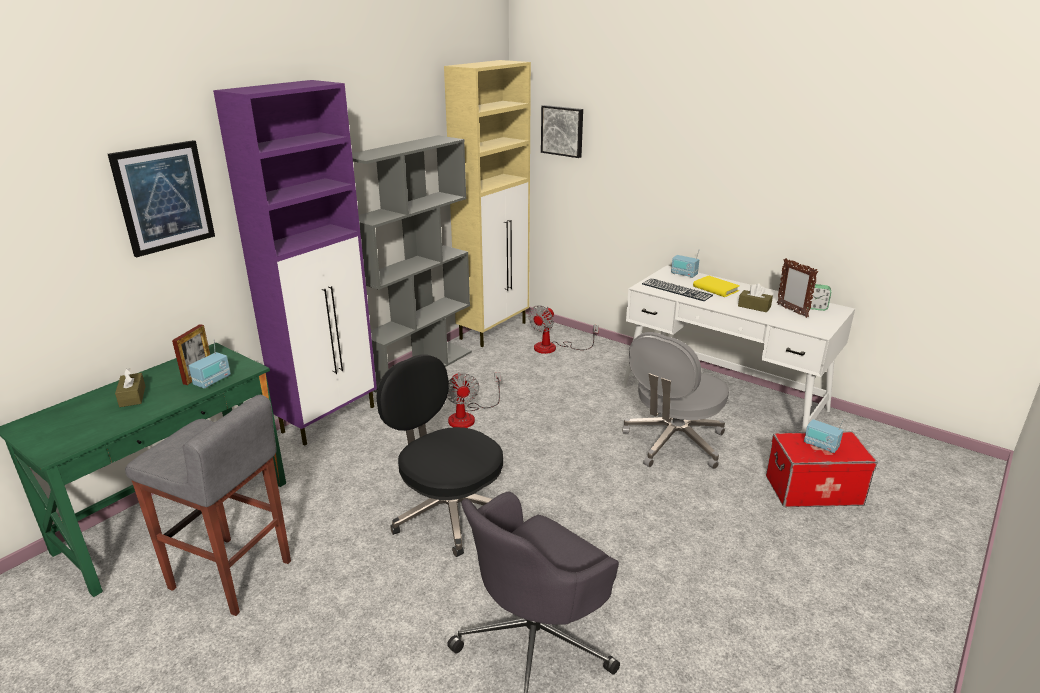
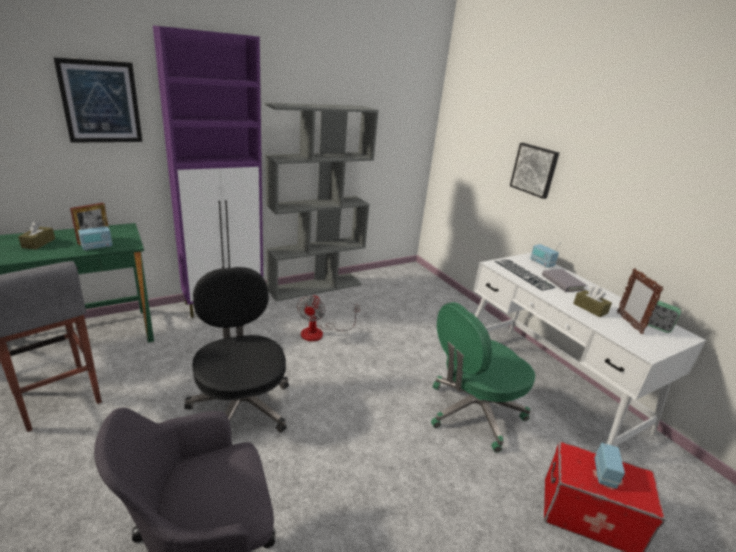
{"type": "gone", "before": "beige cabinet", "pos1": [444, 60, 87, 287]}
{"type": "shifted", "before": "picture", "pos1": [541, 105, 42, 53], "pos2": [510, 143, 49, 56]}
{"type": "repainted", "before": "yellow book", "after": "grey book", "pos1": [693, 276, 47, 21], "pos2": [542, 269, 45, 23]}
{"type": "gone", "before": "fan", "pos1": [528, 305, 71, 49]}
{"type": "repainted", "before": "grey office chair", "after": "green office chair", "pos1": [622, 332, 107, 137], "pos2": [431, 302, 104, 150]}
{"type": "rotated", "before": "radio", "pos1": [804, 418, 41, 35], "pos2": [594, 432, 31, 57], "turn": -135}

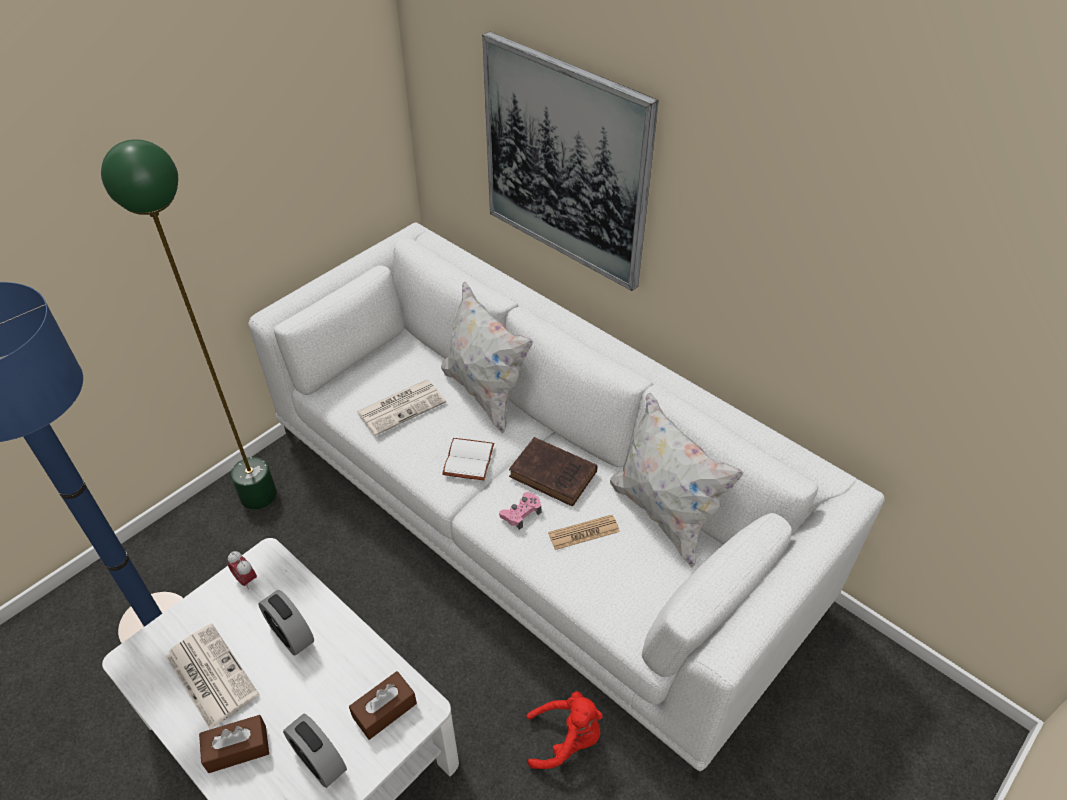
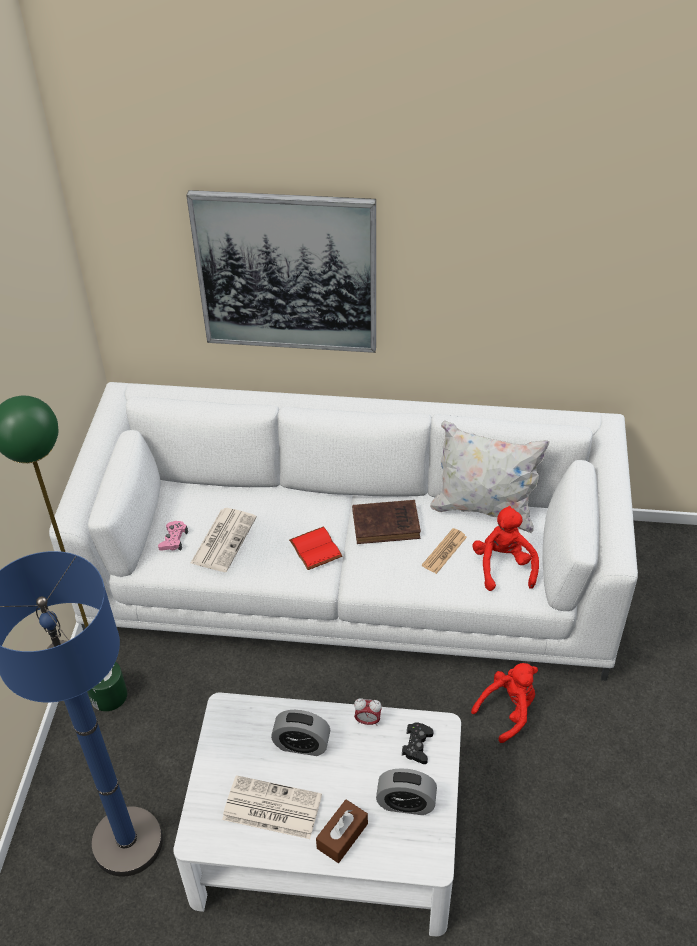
{"type": "gone", "before": "white pillow", "pos1": [441, 282, 92, 152]}
{"type": "repainted", "before": "white book", "after": "red book", "pos1": [442, 438, 52, 42], "pos2": [289, 526, 53, 44]}
{"type": "shifted", "before": "pink game controller", "pos1": [499, 492, 43, 38], "pos2": [158, 521, 30, 30]}
{"type": "shifted", "before": "alarm clock", "pos1": [228, 551, 29, 38], "pos2": [354, 698, 28, 28]}
{"type": "swapped", "before": "brown tissue box", "after": "black game controller", "pos1": [349, 671, 68, 69], "pos2": [402, 722, 32, 42]}
{"type": "new", "after": "red plush toy", "pos2": [473, 506, 66, 85]}

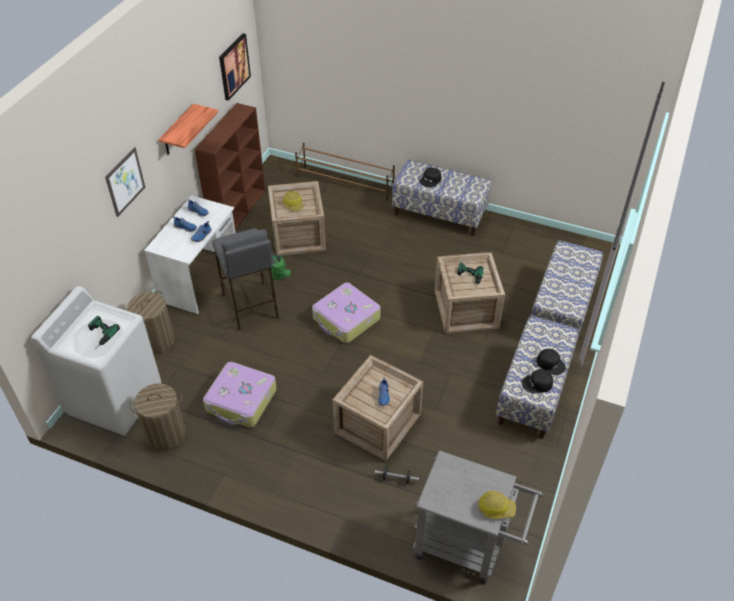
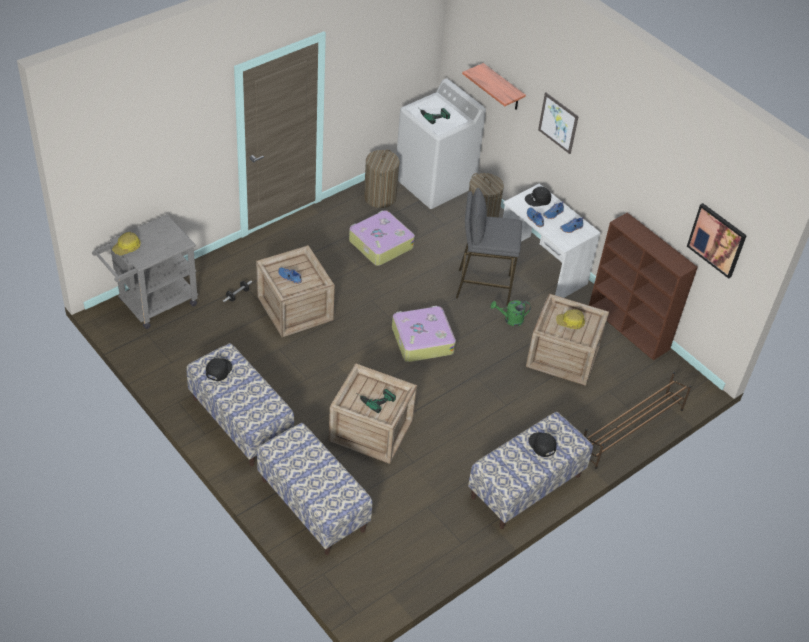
{"type": "shifted", "before": "shelf", "pos1": [158, 104, 61, 51], "pos2": [462, 63, 64, 47]}
{"type": "shifted", "before": "black cap", "pos1": [536, 349, 30, 26], "pos2": [525, 187, 26, 20]}

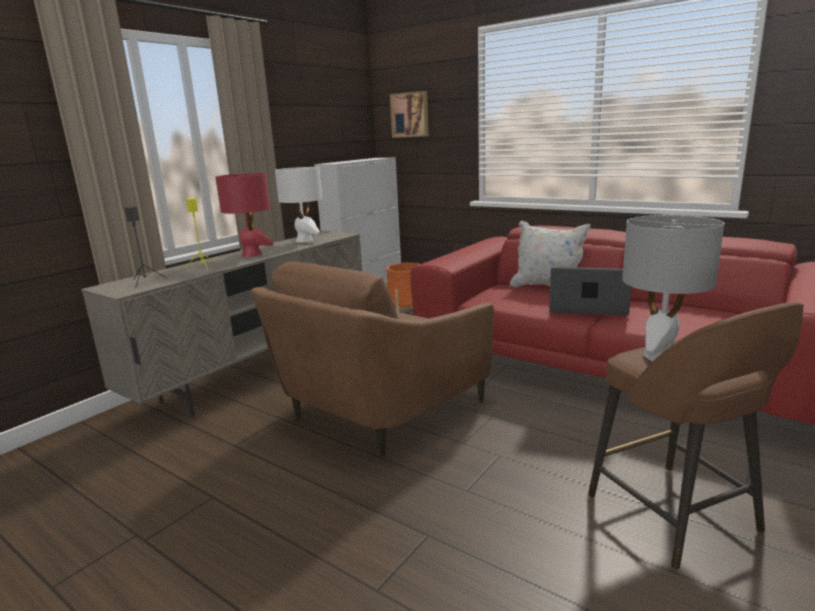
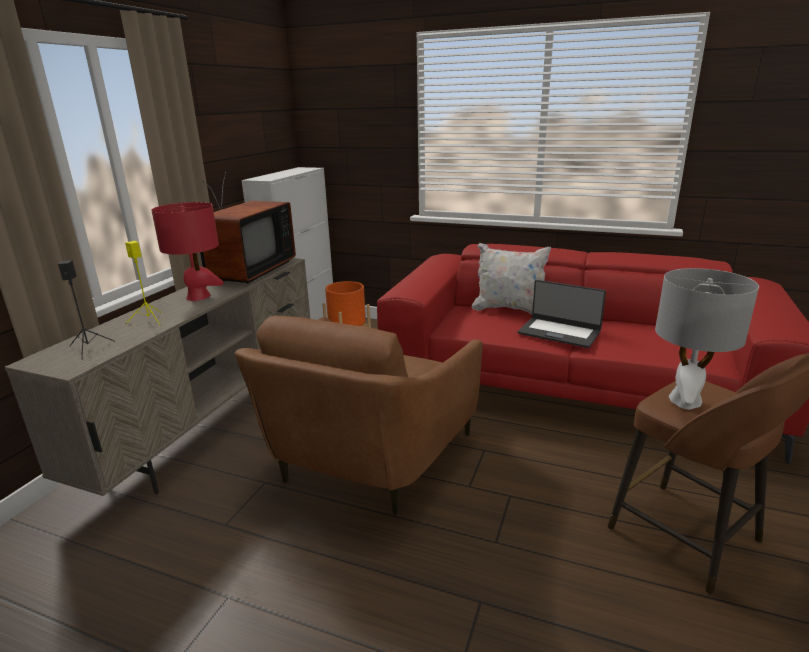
{"type": "gone", "before": "picture", "pos1": [390, 91, 39, 47]}
{"type": "swapped", "before": "white table lamp", "after": "television", "pos1": [275, 167, 47, 75], "pos2": [200, 171, 96, 113]}
{"type": "rotated", "before": "laptop", "pos1": [550, 267, 81, 49], "pos2": [518, 280, 88, 68], "turn": -150}

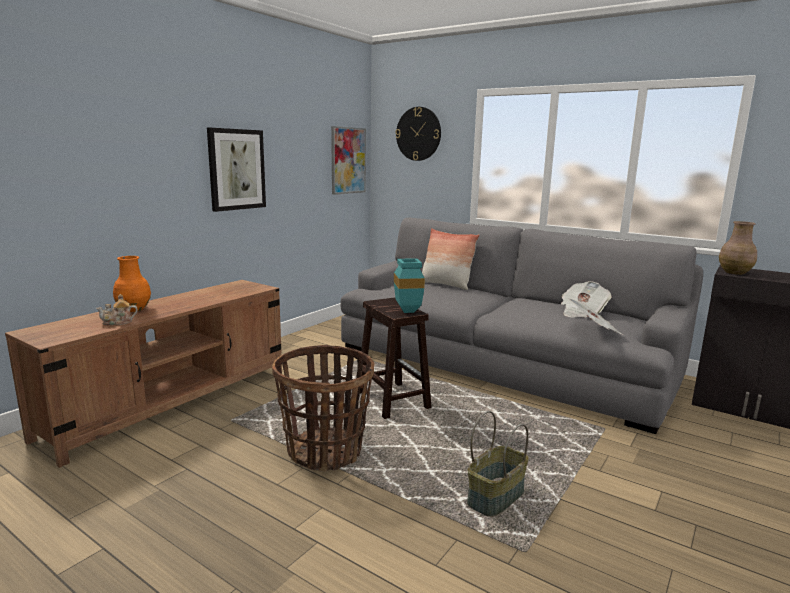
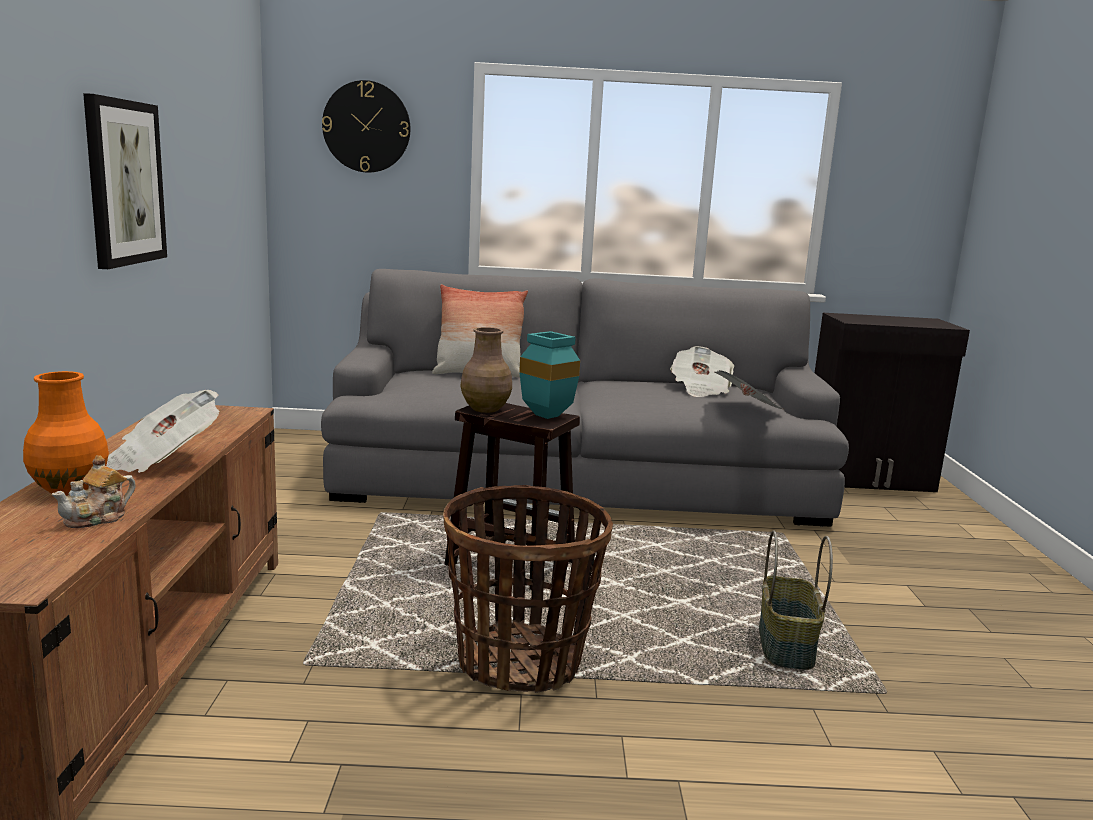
{"type": "gone", "before": "picture", "pos1": [331, 126, 35, 69]}
{"type": "shifted", "before": "brown vase", "pos1": [719, 221, 38, 54], "pos2": [461, 327, 51, 86]}
{"type": "new", "after": "newspaper", "pos2": [106, 390, 113, 83]}

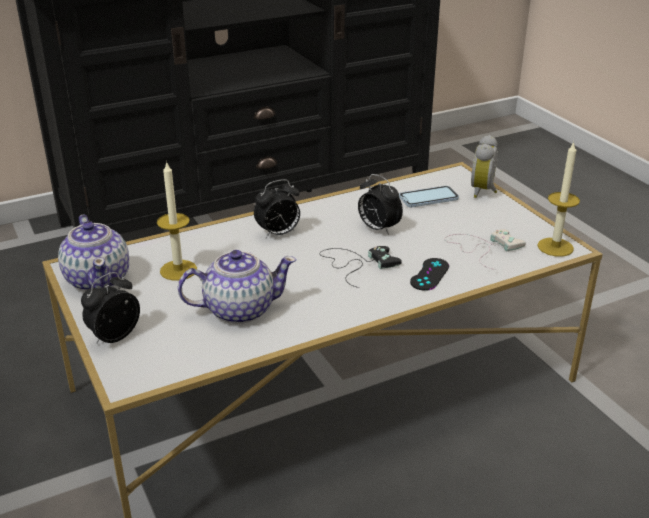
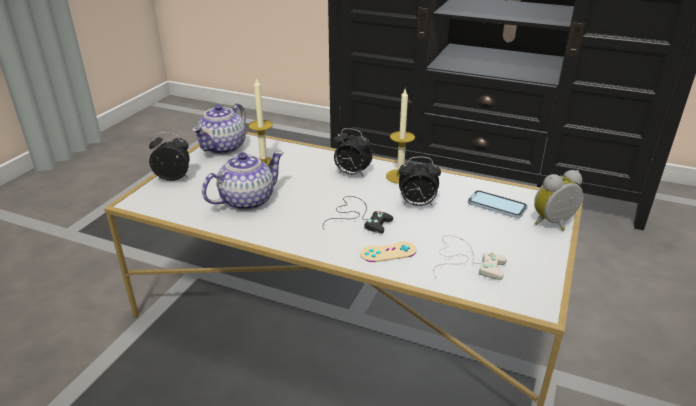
{"type": "shifted", "before": "candle", "pos1": [537, 142, 43, 115], "pos2": [386, 89, 29, 95]}
{"type": "rotated", "before": "alarm clock", "pos1": [358, 174, 45, 61], "pos2": [399, 157, 42, 49], "turn": -90}
{"type": "rotated", "before": "teapot", "pos1": [178, 250, 119, 74], "pos2": [202, 151, 82, 60], "turn": -75}
{"type": "repainted", "before": "black game controller", "after": "beige game controller", "pos1": [410, 258, 39, 33], "pos2": [360, 241, 56, 21]}

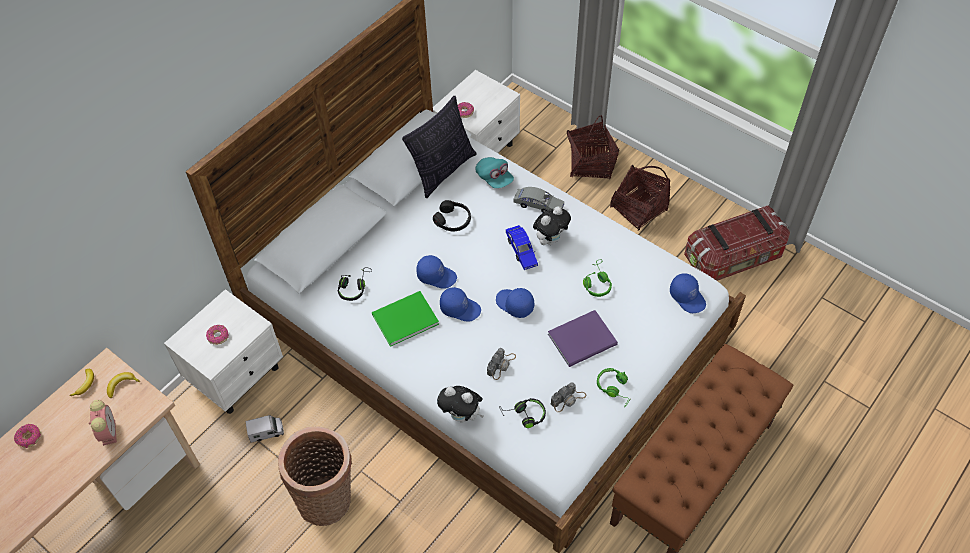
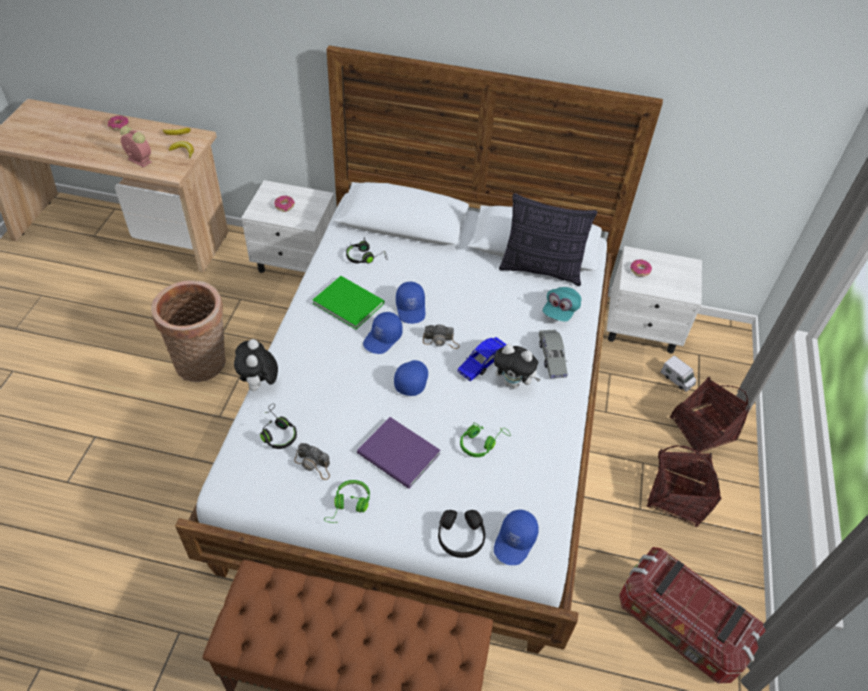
{"type": "shifted", "before": "black headphones", "pos1": [433, 200, 38, 32], "pos2": [438, 510, 48, 48]}
{"type": "rotated", "before": "blue cap", "pos1": [440, 287, 41, 34], "pos2": [363, 312, 39, 42], "turn": 45}
{"type": "shifted", "before": "photo camera", "pos1": [487, 348, 29, 32], "pos2": [423, 325, 36, 24]}
{"type": "rotated", "before": "alarm clock", "pos1": [89, 400, 28, 46], "pos2": [120, 126, 32, 42], "turn": -105}
{"type": "shifted", "before": "toy truck", "pos1": [245, 415, 39, 28], "pos2": [660, 355, 37, 37]}

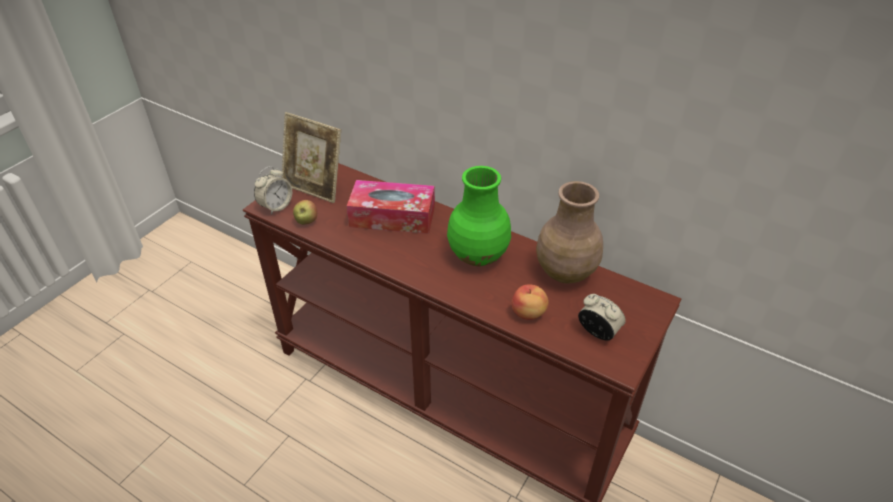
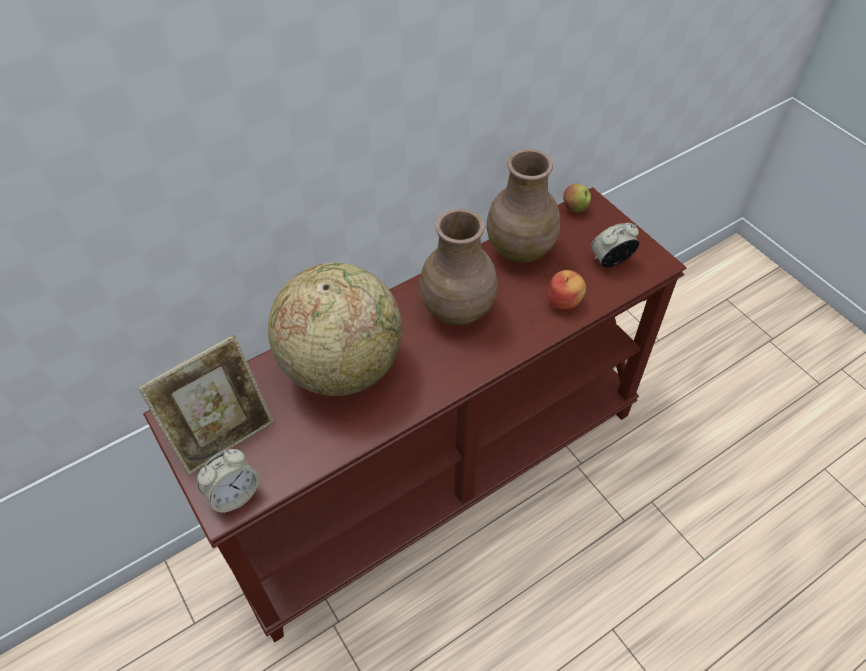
{"type": "rotated", "before": "alarm clock", "pos1": [254, 166, 38, 49], "pos2": [197, 449, 62, 64], "turn": 75}
{"type": "repainted", "before": "green vase", "after": "brown vase", "pos1": [447, 166, 64, 100], "pos2": [419, 209, 79, 117]}
{"type": "swapped", "before": "tissue box", "after": "globe", "pos1": [347, 180, 88, 54], "pos2": [268, 263, 134, 133]}
{"type": "shifted", "before": "apple", "pos1": [293, 200, 24, 25], "pos2": [563, 184, 28, 29]}

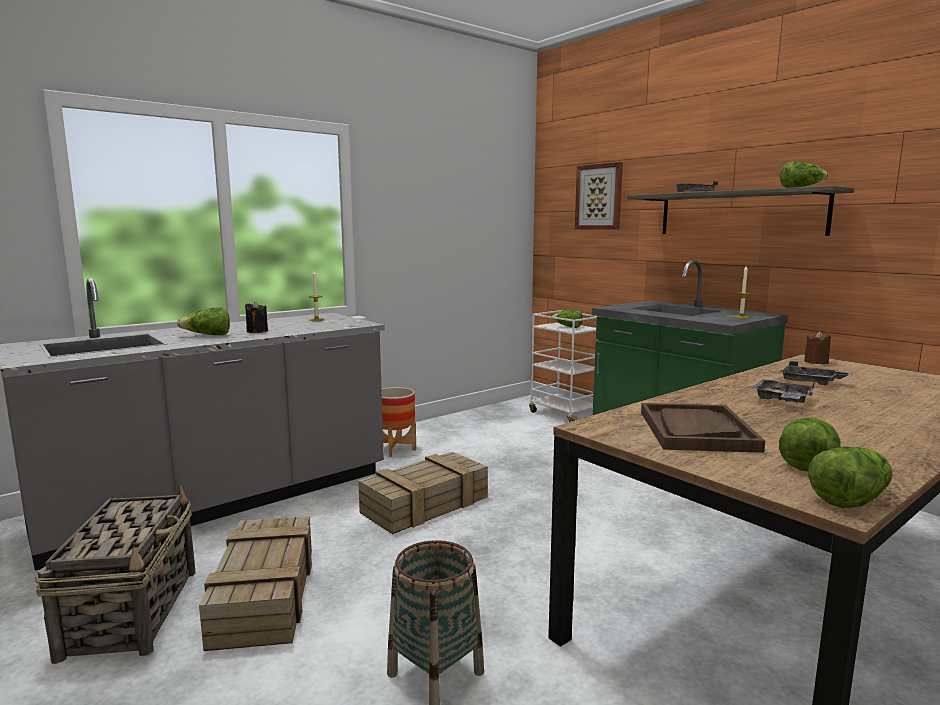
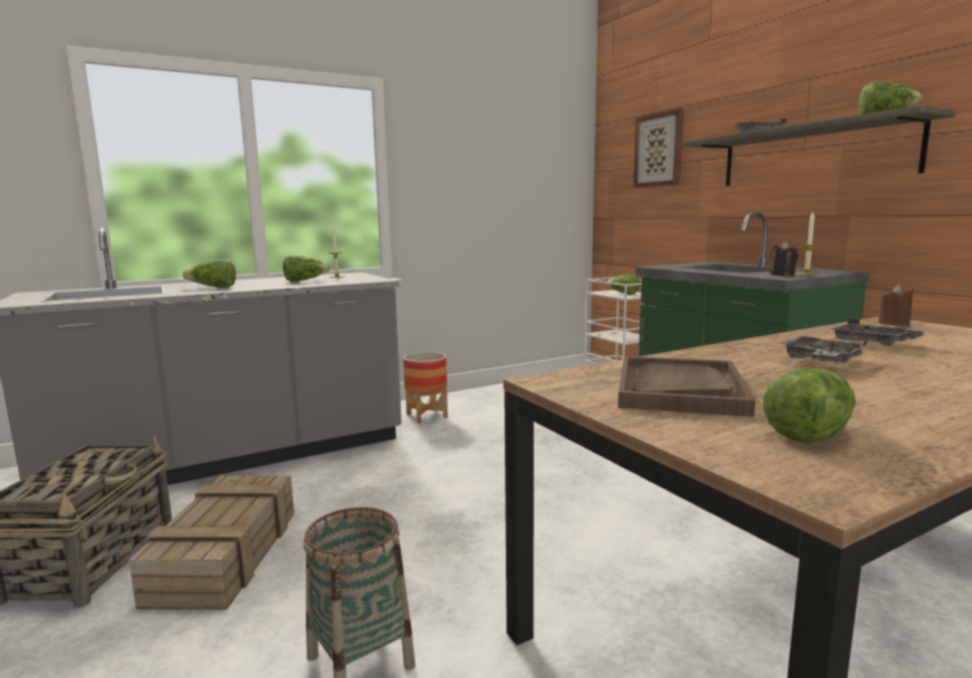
{"type": "shifted", "before": "black candle", "pos1": [245, 302, 23, 31], "pos2": [769, 241, 29, 35]}
{"type": "shifted", "before": "lettuce", "pos1": [808, 446, 85, 62], "pos2": [283, 255, 48, 27]}
{"type": "gone", "before": "crate", "pos1": [358, 452, 130, 82]}

